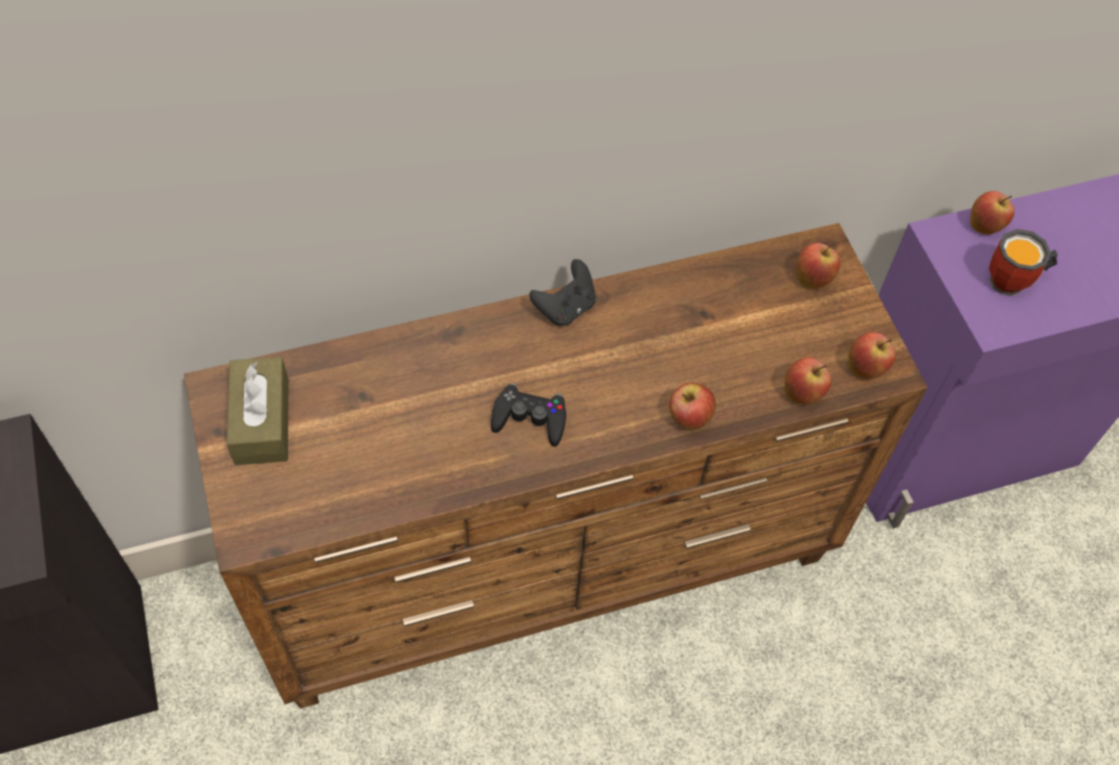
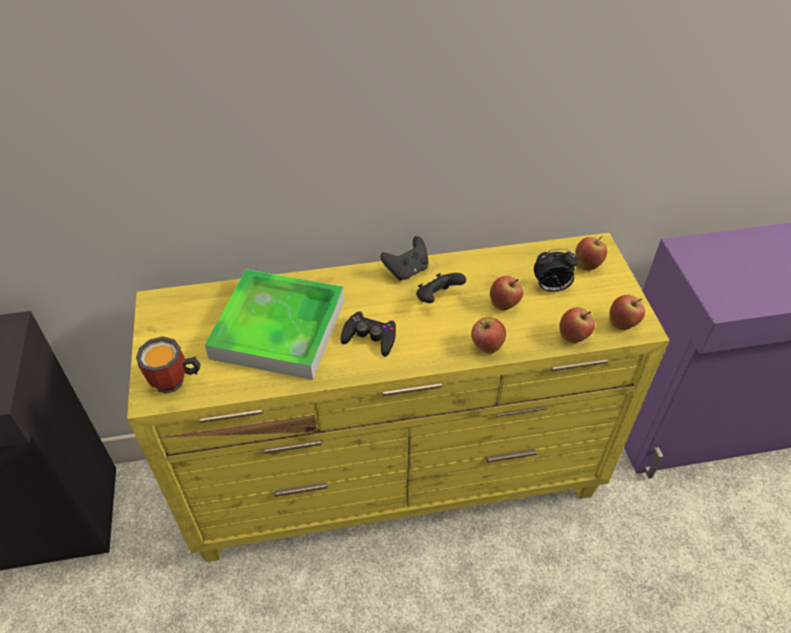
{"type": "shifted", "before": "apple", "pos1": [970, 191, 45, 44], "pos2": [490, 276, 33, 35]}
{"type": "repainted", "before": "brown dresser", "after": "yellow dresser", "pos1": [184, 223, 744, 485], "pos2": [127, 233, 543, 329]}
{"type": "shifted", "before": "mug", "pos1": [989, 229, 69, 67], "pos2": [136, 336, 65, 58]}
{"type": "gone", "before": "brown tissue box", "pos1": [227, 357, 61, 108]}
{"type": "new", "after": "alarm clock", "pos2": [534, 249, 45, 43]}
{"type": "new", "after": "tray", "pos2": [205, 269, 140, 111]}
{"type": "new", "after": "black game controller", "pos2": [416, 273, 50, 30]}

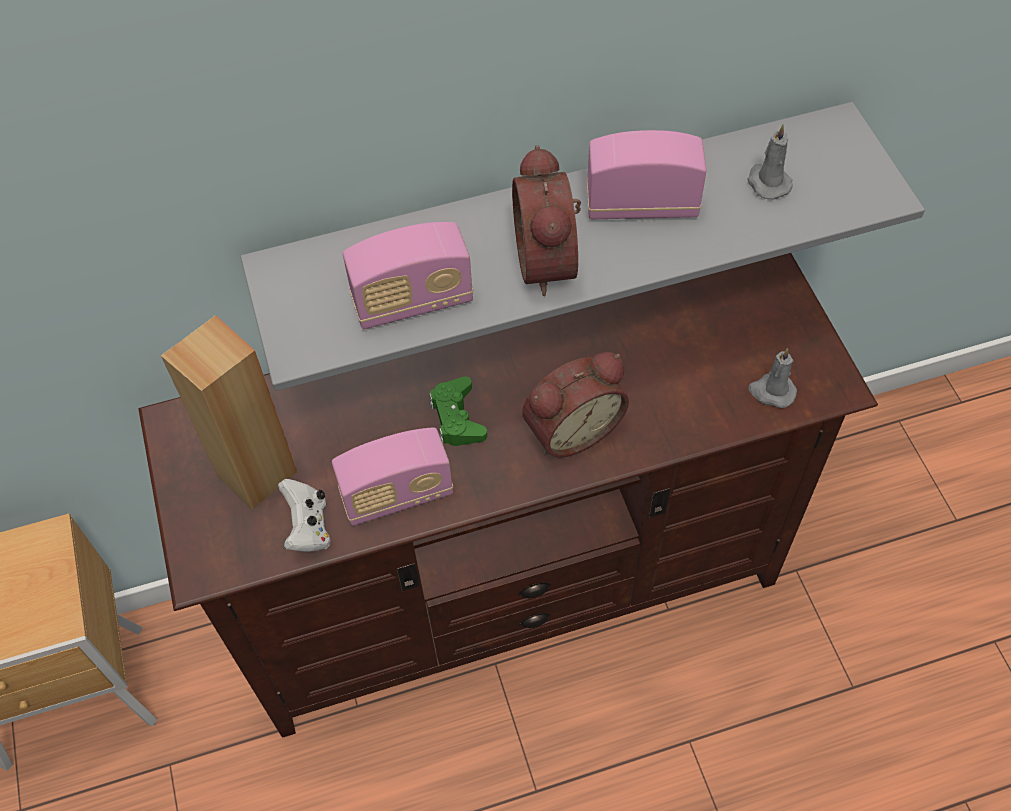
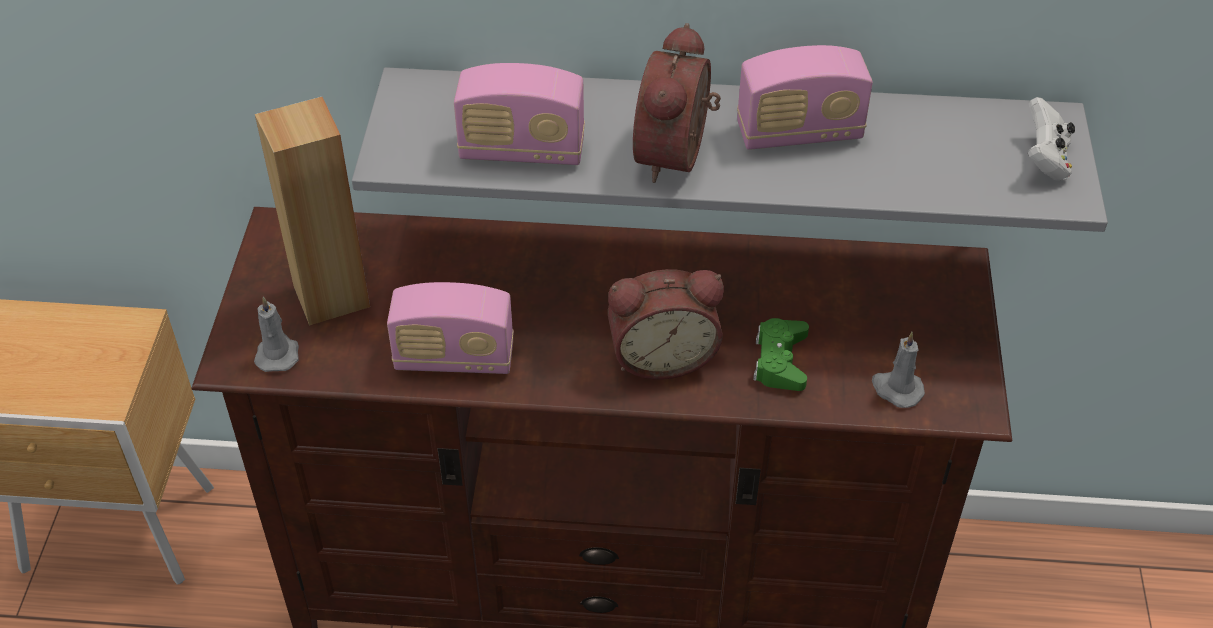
{"type": "shifted", "before": "grey candle", "pos1": [747, 124, 46, 76], "pos2": [254, 296, 45, 76]}
{"type": "rotated", "before": "radio", "pos1": [587, 130, 119, 89], "pos2": [737, 45, 136, 105], "turn": 150}
{"type": "shifted", "before": "green game controller", "pos1": [429, 376, 58, 70], "pos2": [753, 318, 56, 73]}
{"type": "shifted", "before": "white game controller", "pos1": [278, 479, 52, 73], "pos2": [1028, 97, 47, 84]}

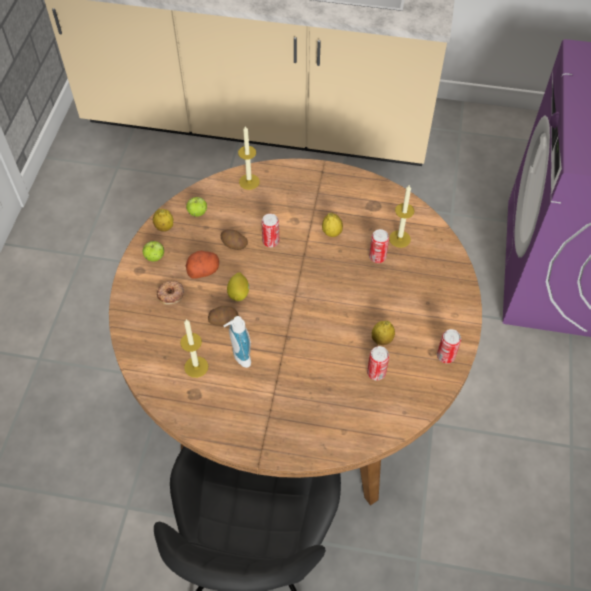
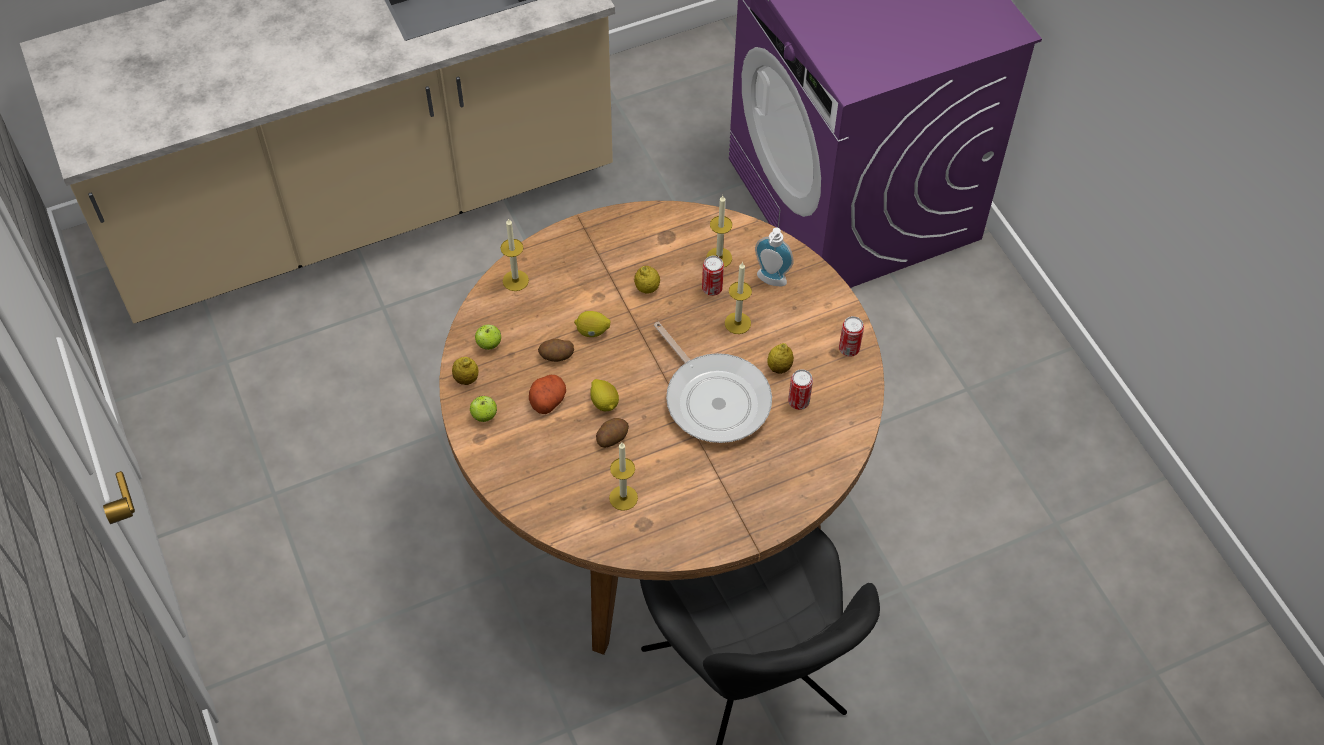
{"type": "swapped", "before": "can", "after": "lemon", "pos1": [261, 214, 18, 33], "pos2": [574, 311, 36, 26]}
{"type": "gone", "before": "donut", "pos1": [157, 280, 27, 25]}
{"type": "shifted", "before": "soap dispenser", "pos1": [223, 316, 28, 52], "pos2": [755, 228, 39, 59]}
{"type": "new", "after": "candle", "pos2": [725, 262, 27, 72]}
{"type": "new", "after": "frying pan", "pos2": [654, 322, 118, 121]}

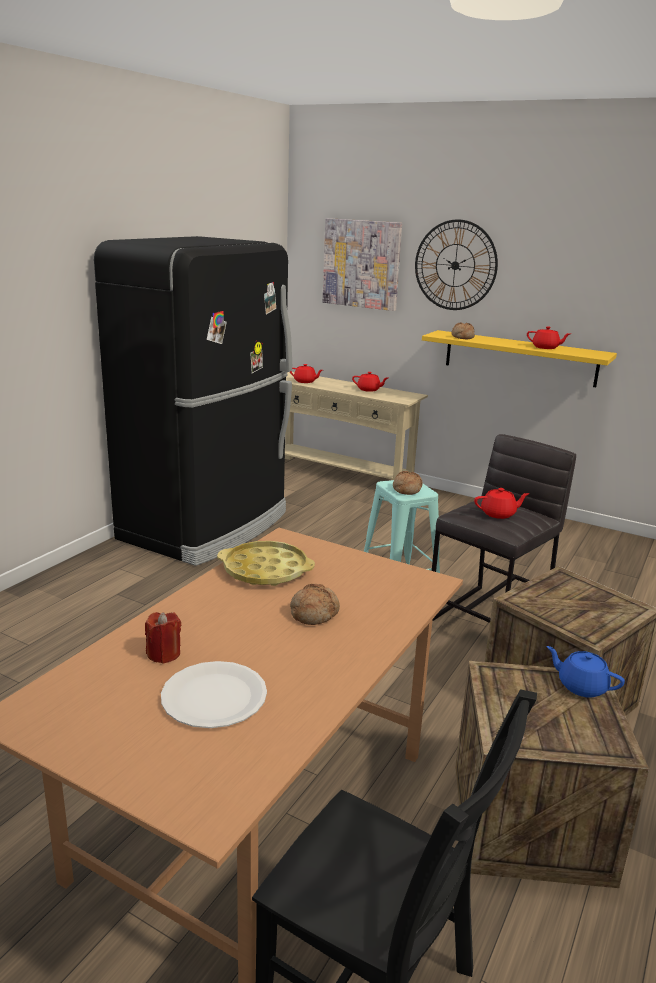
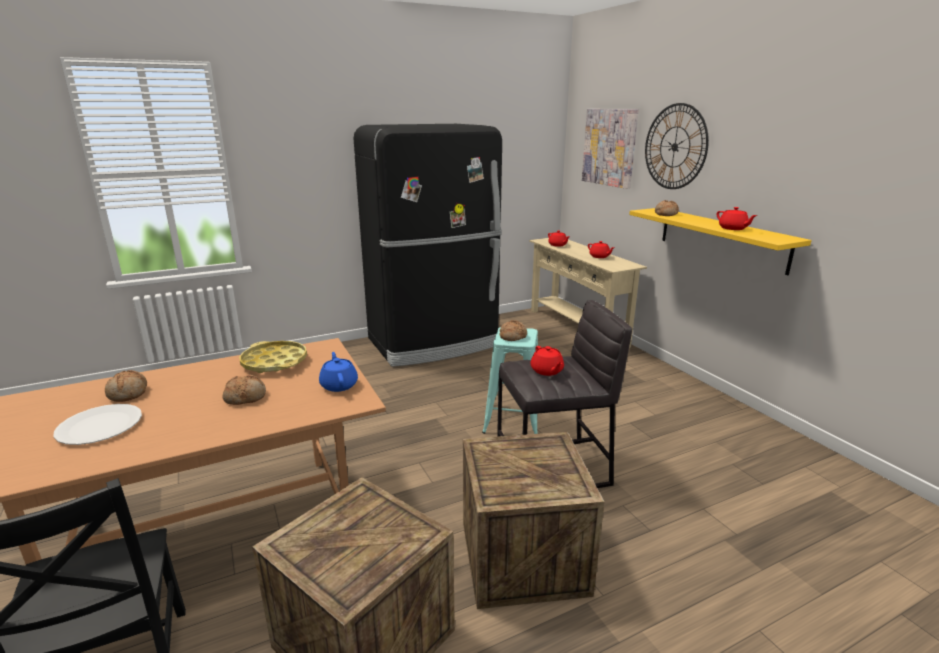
{"type": "rotated", "before": "red teapot", "pos1": [474, 488, 56, 31], "pos2": [531, 346, 33, 30], "turn": 45}
{"type": "swapped", "before": "red candle", "after": "bread", "pos1": [145, 612, 36, 52], "pos2": [105, 370, 42, 32]}
{"type": "shifted", "before": "blue teapot", "pos1": [547, 646, 78, 51], "pos2": [319, 352, 39, 40]}

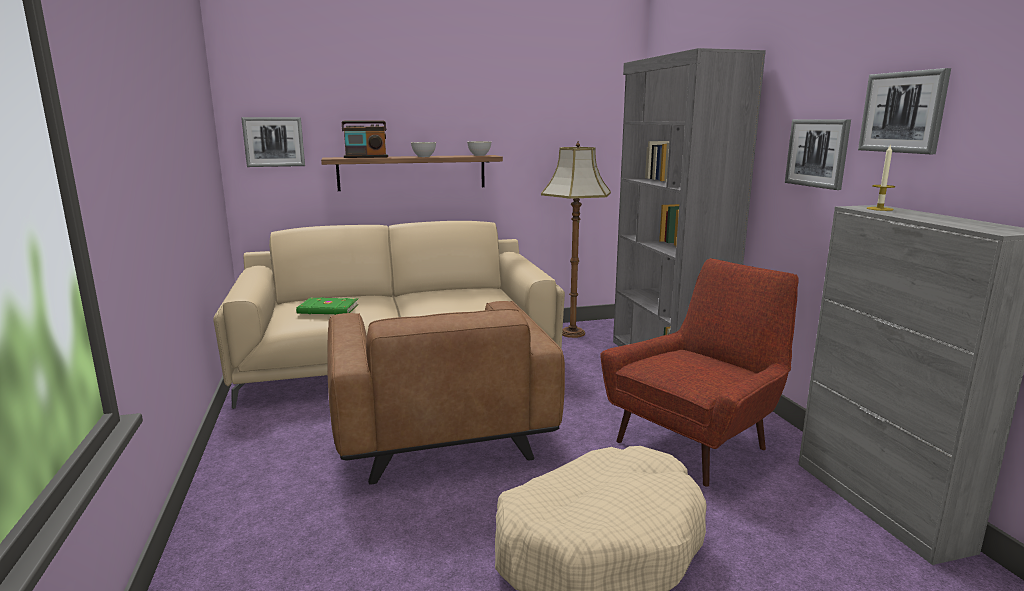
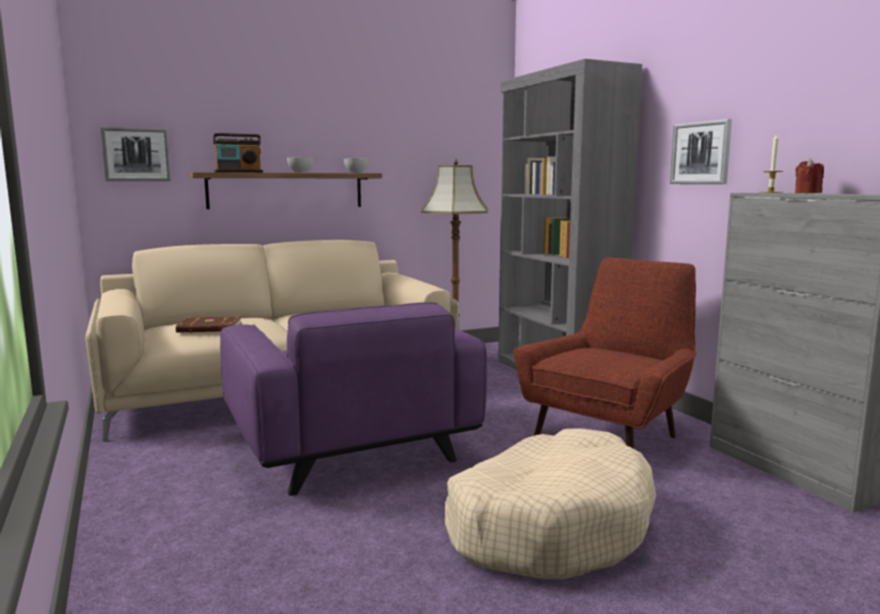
{"type": "gone", "before": "picture", "pos1": [858, 68, 93, 86]}
{"type": "repainted", "before": "green book", "after": "brown book", "pos1": [296, 297, 63, 18], "pos2": [176, 316, 66, 17]}
{"type": "repainted", "before": "brown armchair", "after": "purple armchair", "pos1": [327, 301, 238, 184], "pos2": [220, 302, 267, 194]}
{"type": "new", "after": "red candle", "pos2": [795, 158, 29, 35]}

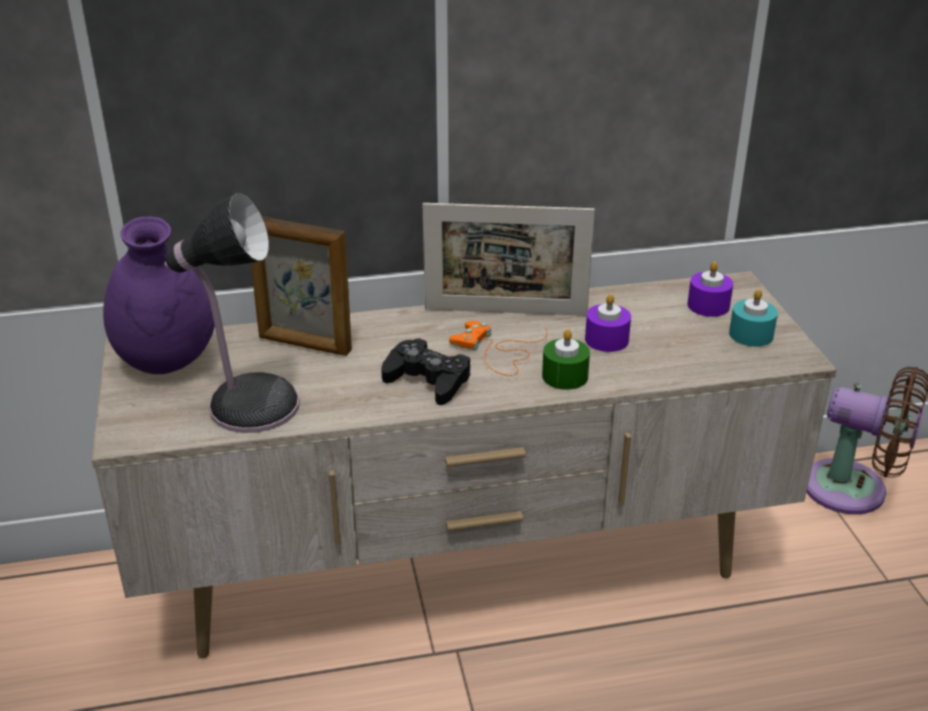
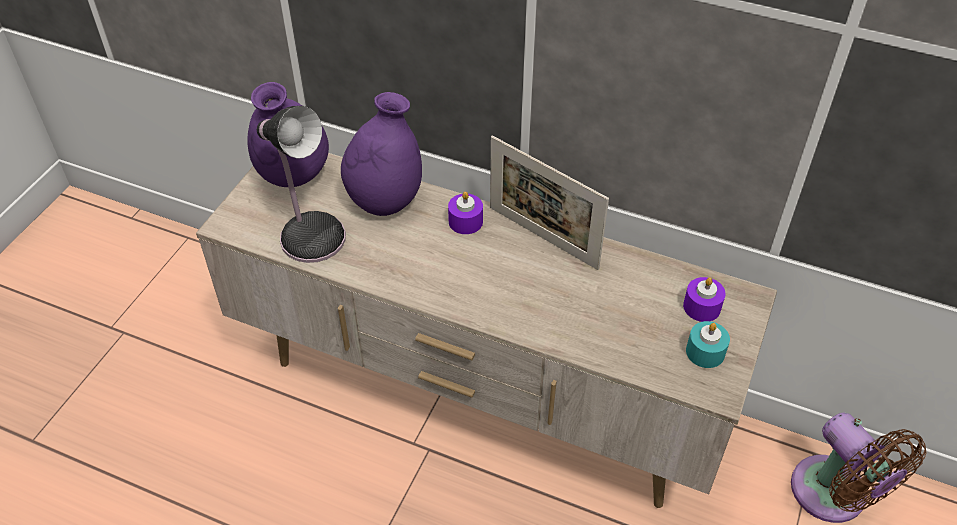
{"type": "swapped", "before": "picture frame", "after": "purple vase", "pos1": [251, 216, 101, 140], "pos2": [341, 92, 81, 124]}
{"type": "shifted", "before": "purple candle", "pos1": [585, 294, 46, 58], "pos2": [448, 192, 35, 42]}
{"type": "gone", "before": "orange game controller", "pos1": [449, 321, 99, 55]}
{"type": "gone", "before": "green candle", "pos1": [542, 329, 48, 61]}
{"type": "gone", "before": "black game controller", "pos1": [381, 338, 89, 67]}

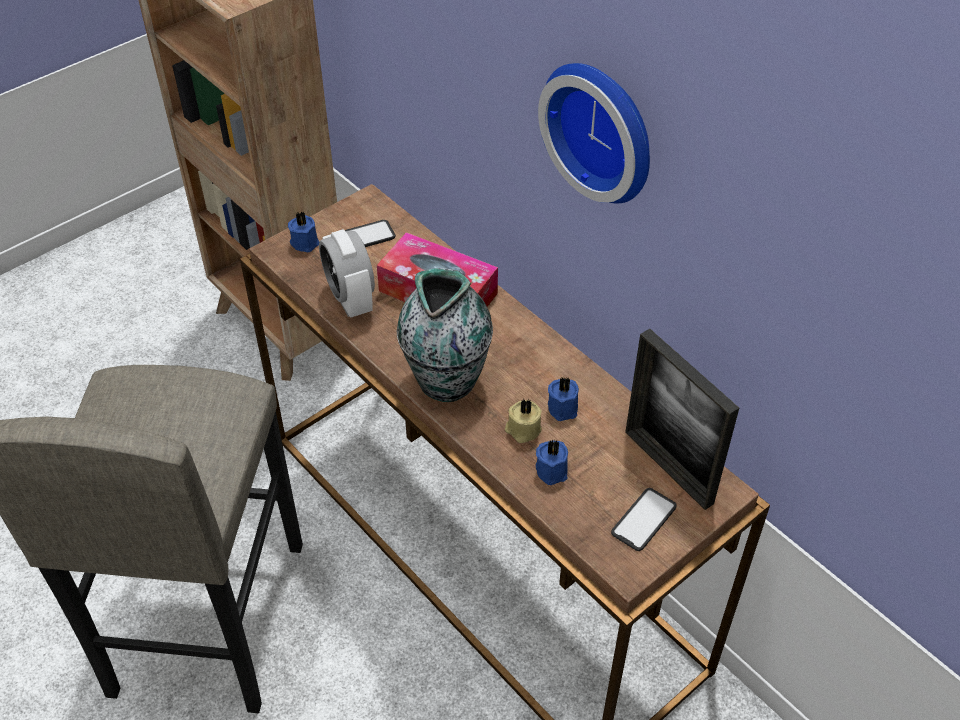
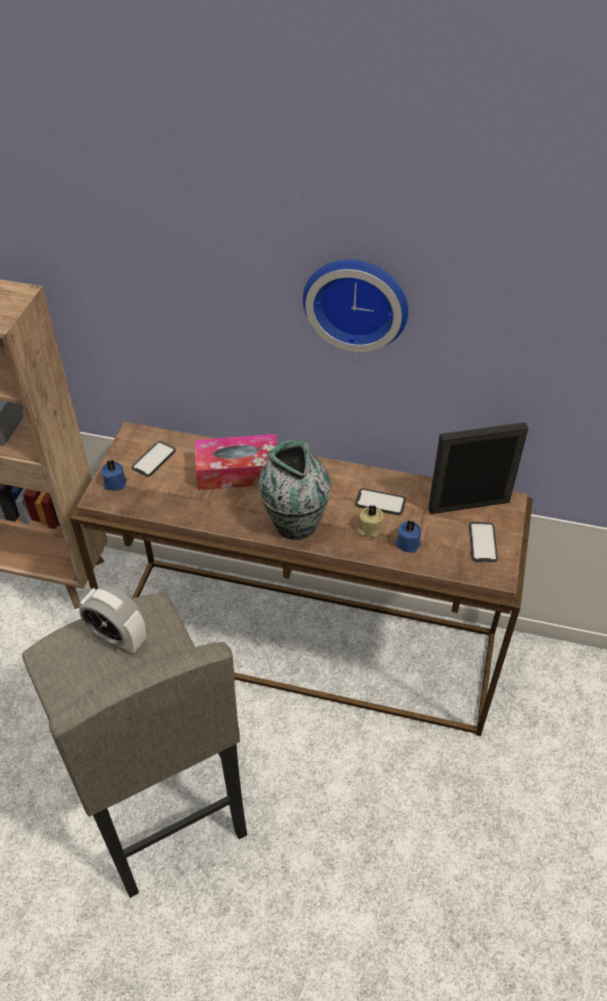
{"type": "shifted", "before": "alarm clock", "pos1": [319, 229, 56, 89], "pos2": [79, 585, 67, 69]}
{"type": "rotated", "before": "picture frame", "pos1": [625, 329, 114, 181], "pos2": [428, 422, 101, 92], "turn": 150}
{"type": "swapped", "before": "blue candle", "after": "phone", "pos1": [548, 376, 31, 45], "pos2": [355, 488, 51, 27]}

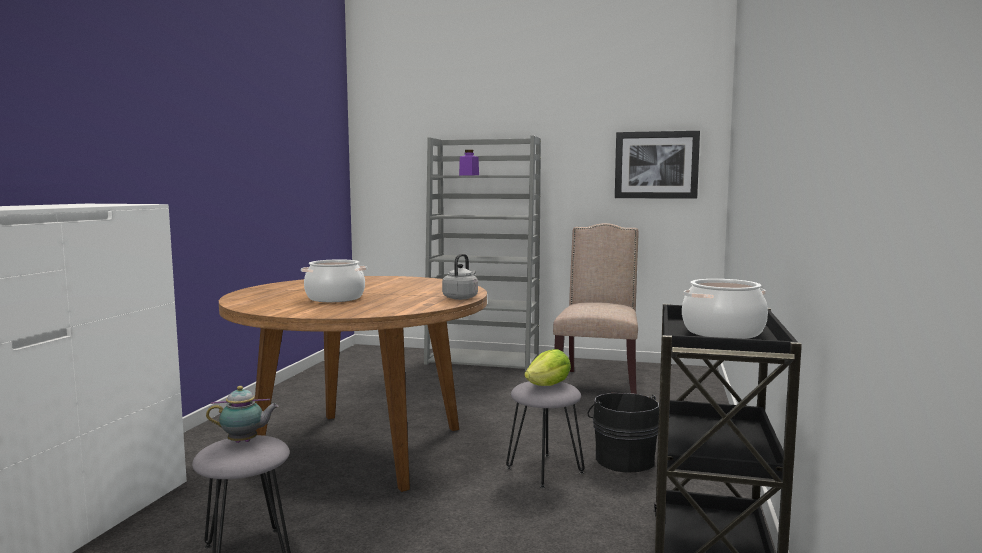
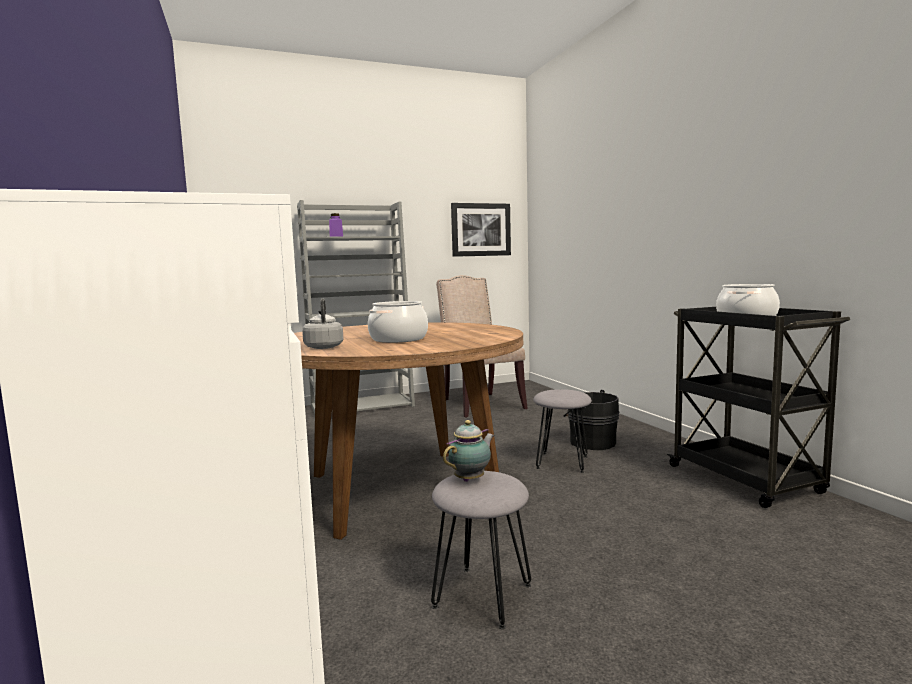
{"type": "shifted", "before": "grey kettle", "pos1": [442, 254, 36, 46], "pos2": [302, 299, 41, 50]}
{"type": "gone", "before": "lettuce", "pos1": [524, 349, 47, 37]}

